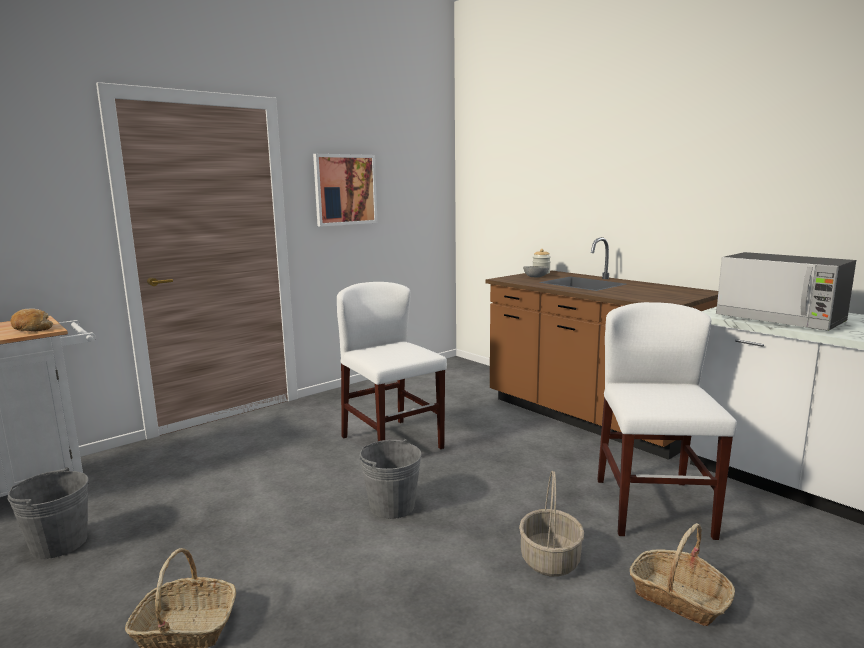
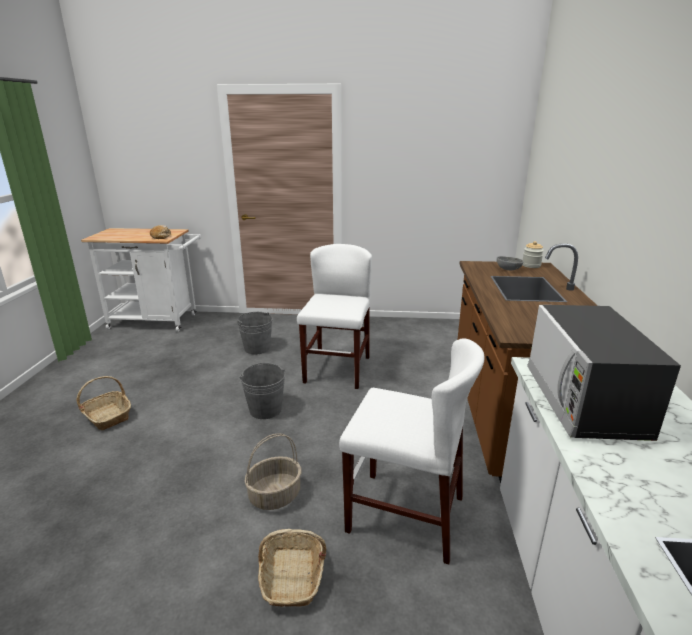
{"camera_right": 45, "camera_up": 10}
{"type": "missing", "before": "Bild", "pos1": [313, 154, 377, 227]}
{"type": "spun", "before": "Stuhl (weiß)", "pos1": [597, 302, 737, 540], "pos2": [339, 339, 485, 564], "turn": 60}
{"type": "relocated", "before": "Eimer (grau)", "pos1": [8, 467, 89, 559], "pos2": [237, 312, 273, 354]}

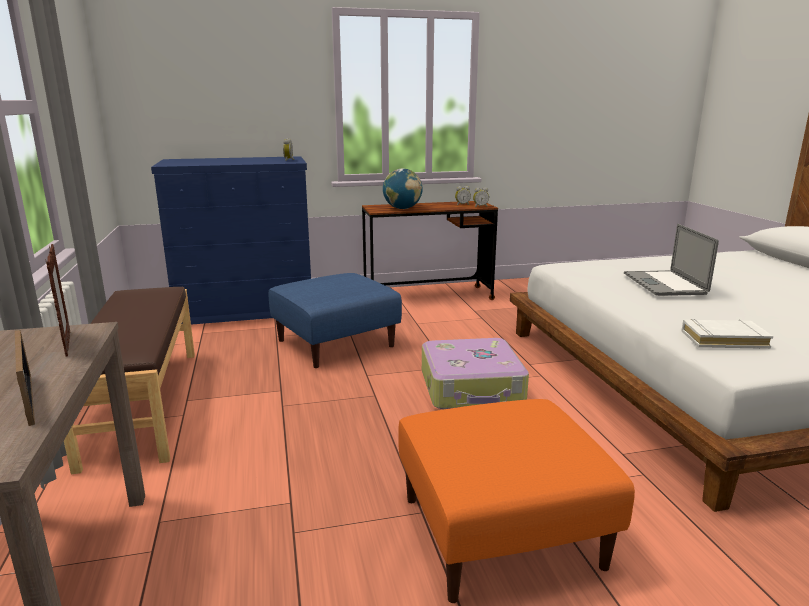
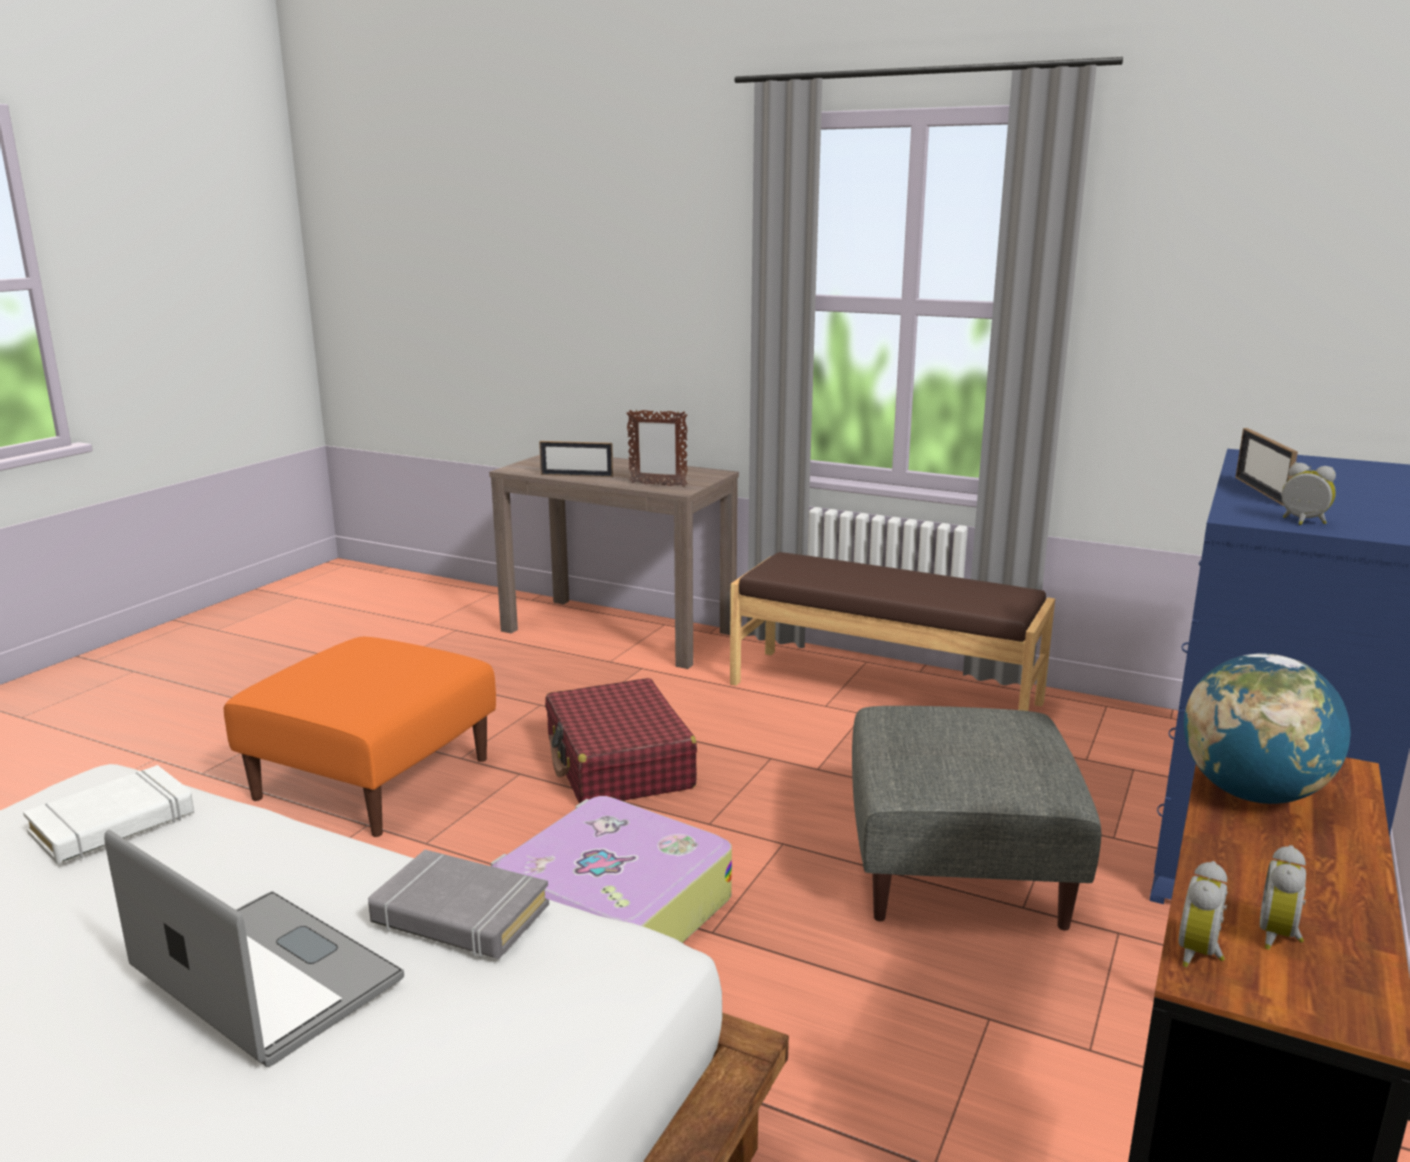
{"camera_right": 130, "camera_up": 0}
{"type": "colour", "before": "Polsterhocker (blau)", "after": "Polsterhocker (grau)", "pos1": [269, 273, 402, 368], "pos2": [852, 706, 1101, 931]}
{"type": "appeared", "after": "Bilderrahmen", "pos2": [1235, 428, 1298, 506]}
{"type": "appeared", "after": "Koffer (rot)", "pos2": [545, 678, 697, 804]}
{"type": "appeared", "after": "Buch (grau)", "pos2": [368, 850, 549, 959]}

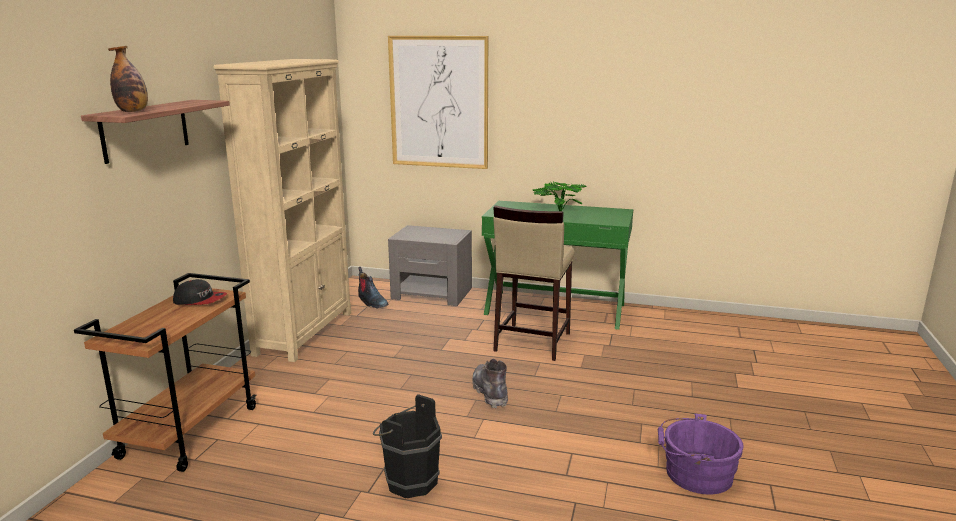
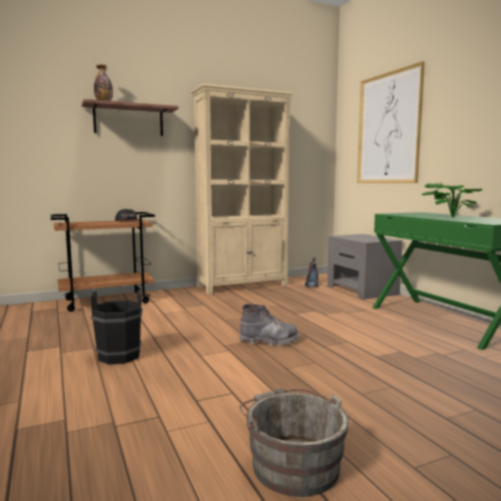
{"camera_right": 50, "camera_up": -10}
{"type": "missing", "before": "Hocker (beige)", "pos1": [493, 205, 575, 361]}
{"type": "spun", "before": "Stiefel (grau)", "pos1": [472, 359, 508, 408], "pos2": [239, 304, 299, 347], "turn": 60}
{"type": "colour", "before": "Eimer (lila)", "after": "Eimer (grau)", "pos1": [658, 414, 744, 494], "pos2": [239, 388, 349, 497]}

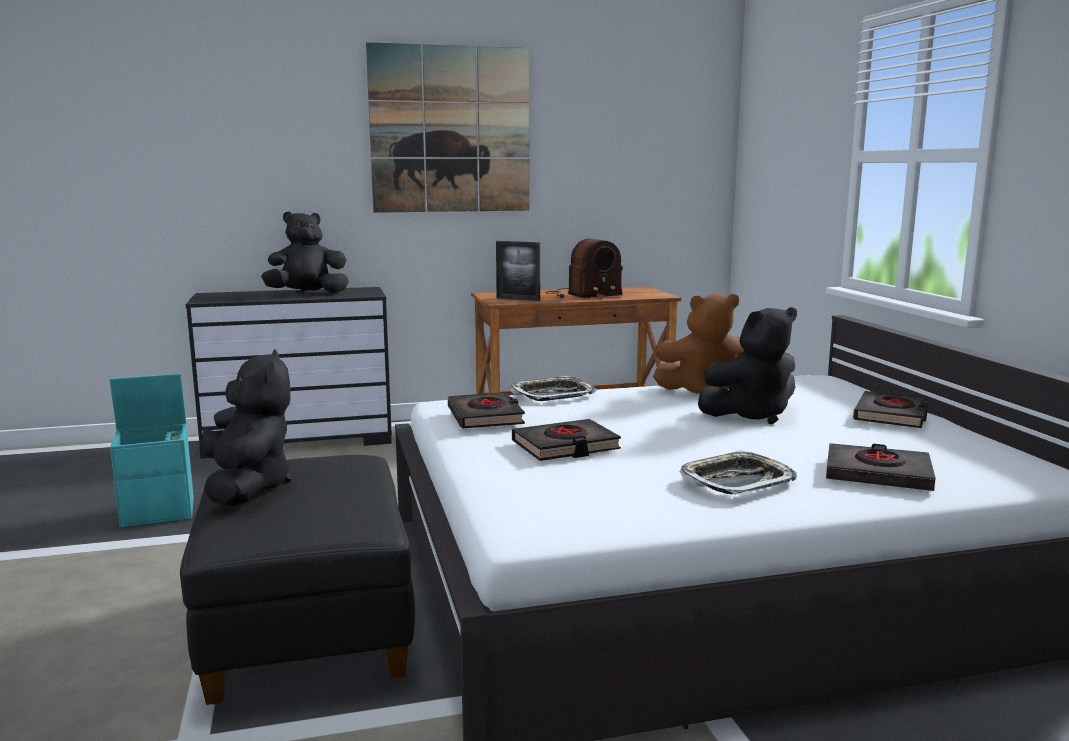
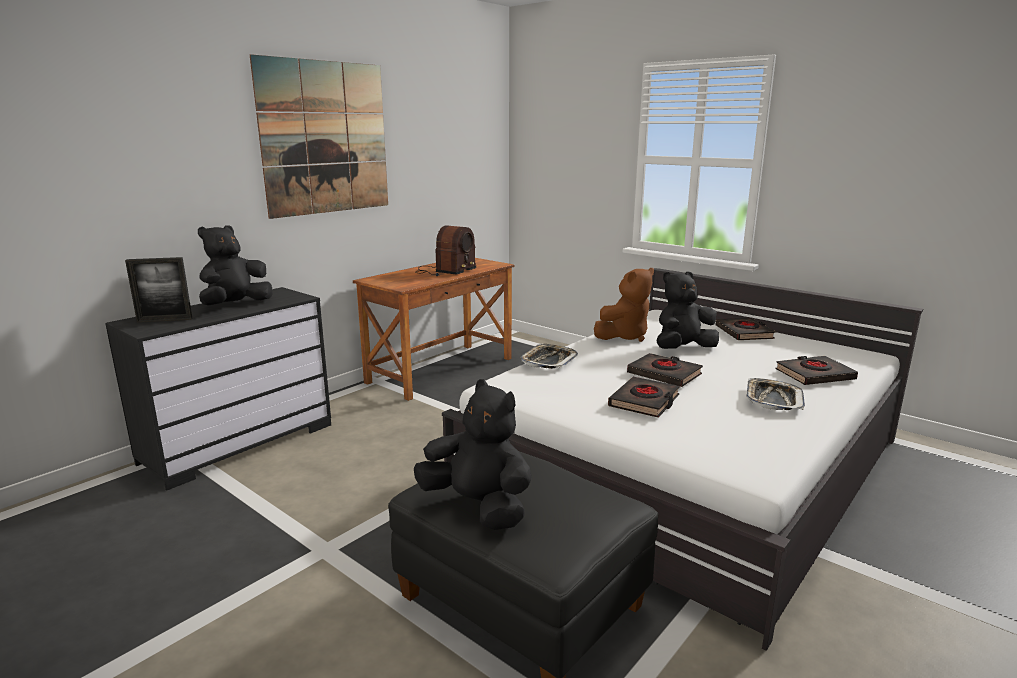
{"camera_right": -35, "camera_up": 5}
{"type": "relocated", "before": "Bilderrahmen", "pos1": [496, 241, 540, 301], "pos2": [125, 257, 192, 323]}
{"type": "spun", "before": "Plüschtier (schwarz)", "pos1": [698, 307, 797, 424], "pos2": [656, 271, 719, 349], "turn": -150}
{"type": "missing", "before": "Aufbewahrungsbox (türkis)", "pos1": [109, 373, 194, 528]}
{"type": "relocated", "before": "Buch (schwarz)", "pos1": [448, 392, 525, 428], "pos2": [627, 353, 703, 387]}

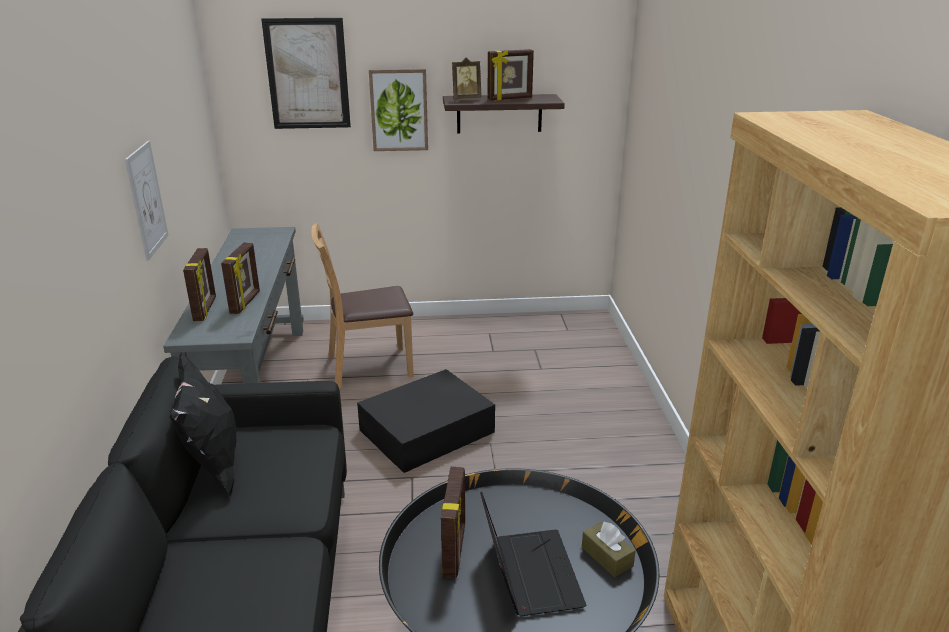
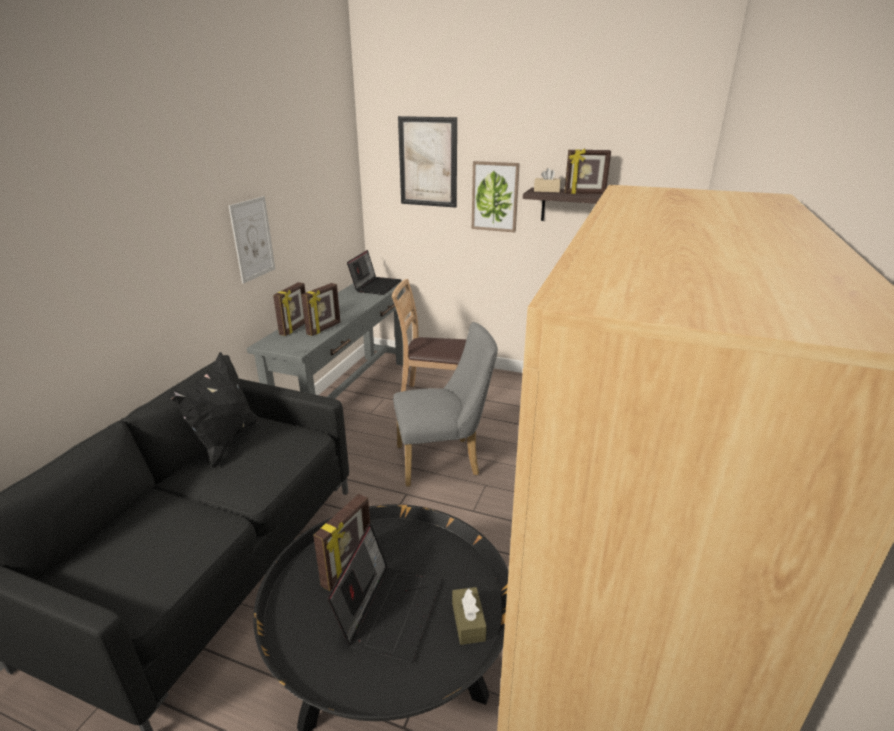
{"camera_right": 25, "camera_up": 0}
{"type": "exchanged", "before": "Bilderrahmen", "after": "Taschentuchbox (beige)", "pos1": [452, 58, 481, 99], "pos2": [534, 168, 561, 192]}
{"type": "exchanged", "before": "Aufbewahrungsbox (schwarz)", "after": "Stuhl (grau)", "pos1": [357, 369, 495, 473], "pos2": [393, 322, 498, 487]}
{"type": "appeared", "after": "Laptop", "pos2": [347, 250, 401, 295]}

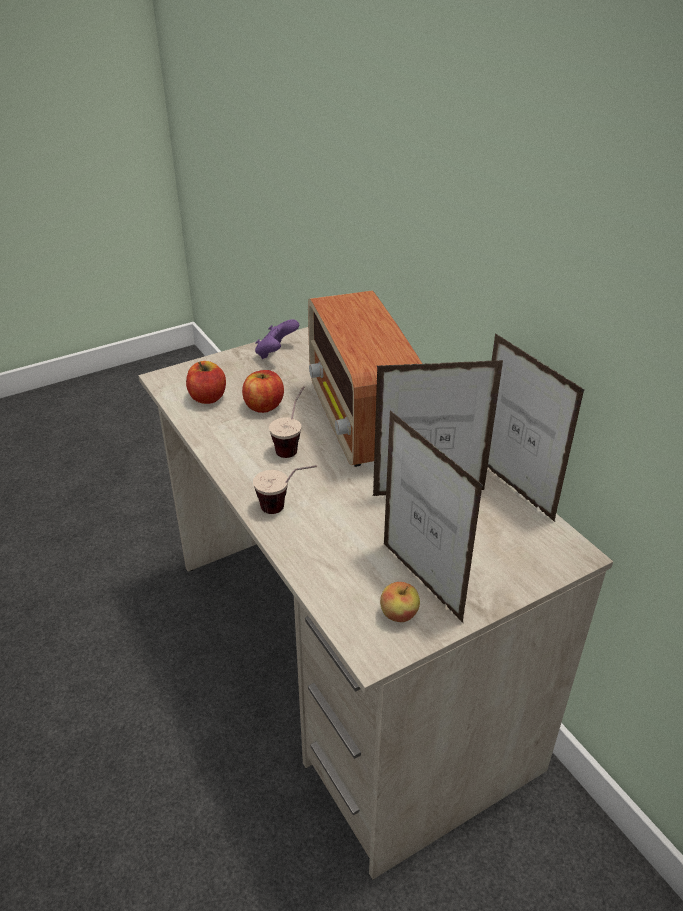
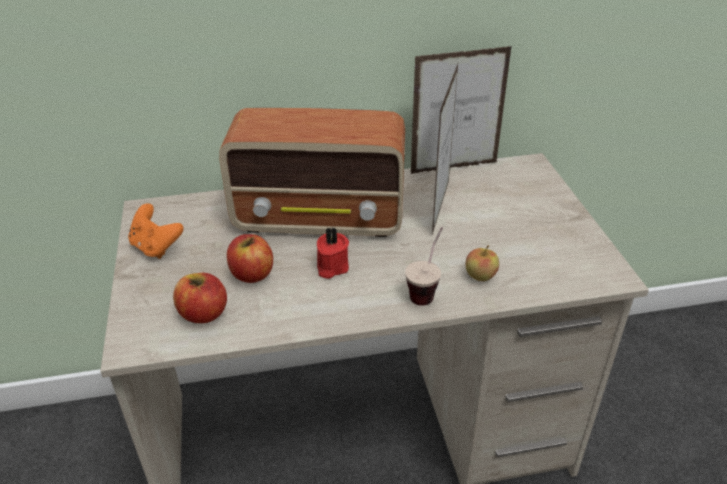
{"camera_right": -70, "camera_up": 0}
{"type": "colour", "before": "Gamepad (lila)", "after": "Gamepad (orange)", "pos1": [255, 319, 299, 359], "pos2": [128, 203, 184, 259]}
{"type": "exchanged", "before": "Tasse", "after": "Kerze (rot)", "pos1": [269, 386, 304, 458], "pos2": [317, 227, 349, 279]}
{"type": "missing", "before": "Bilderrahmen", "pos1": [384, 410, 483, 623]}
{"type": "relocated", "before": "Apfel", "pos1": [380, 582, 420, 622], "pos2": [466, 245, 499, 281]}

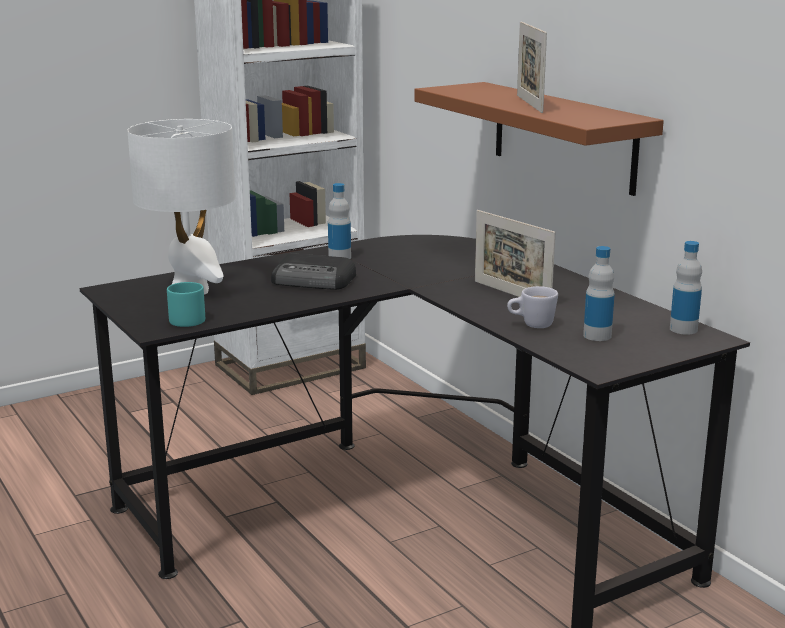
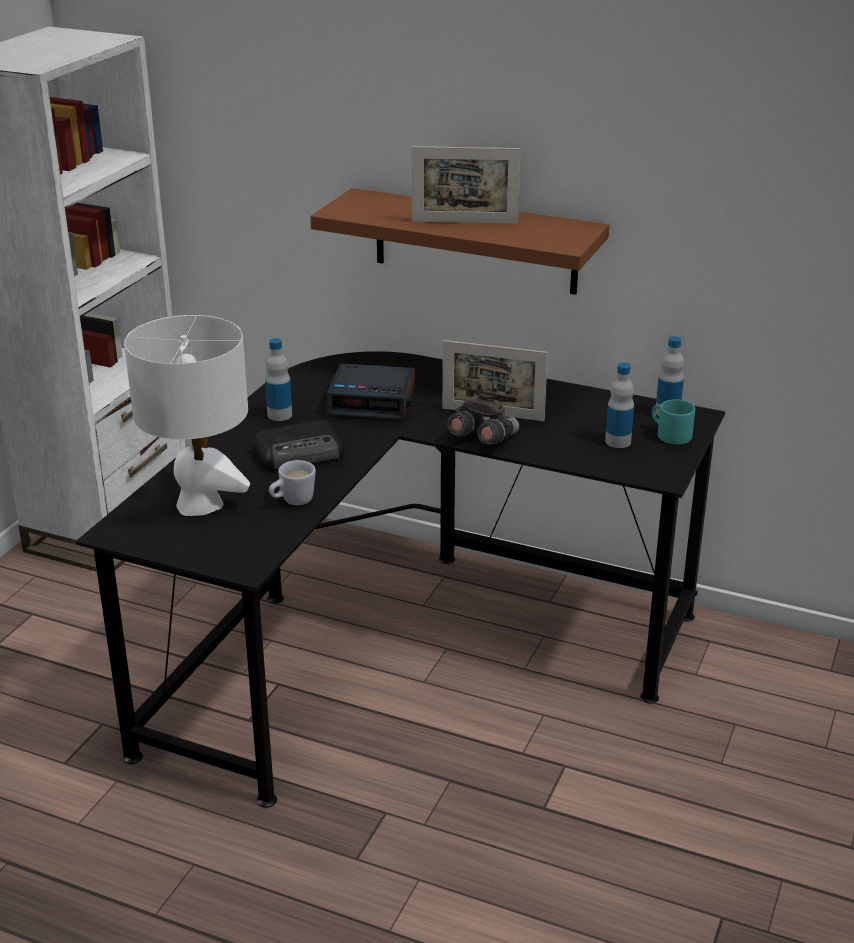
{"camera_right": -35, "camera_up": 10}
{"type": "spun", "before": "Bilderrahmen", "pos1": [517, 21, 547, 113], "pos2": [411, 146, 521, 224], "turn": -45}
{"type": "relocated", "before": "Henkelbecher (türkis)", "pos1": [167, 282, 205, 327], "pos2": [652, 399, 695, 445]}
{"type": "relocated", "before": "Henkelbecher (weiß)", "pos1": [507, 286, 558, 328], "pos2": [269, 460, 316, 505]}
{"type": "appeared", "after": "Wecker", "pos2": [327, 363, 415, 422]}
{"type": "appeared", "after": "Fernglas (grau)", "pos2": [447, 393, 519, 445]}

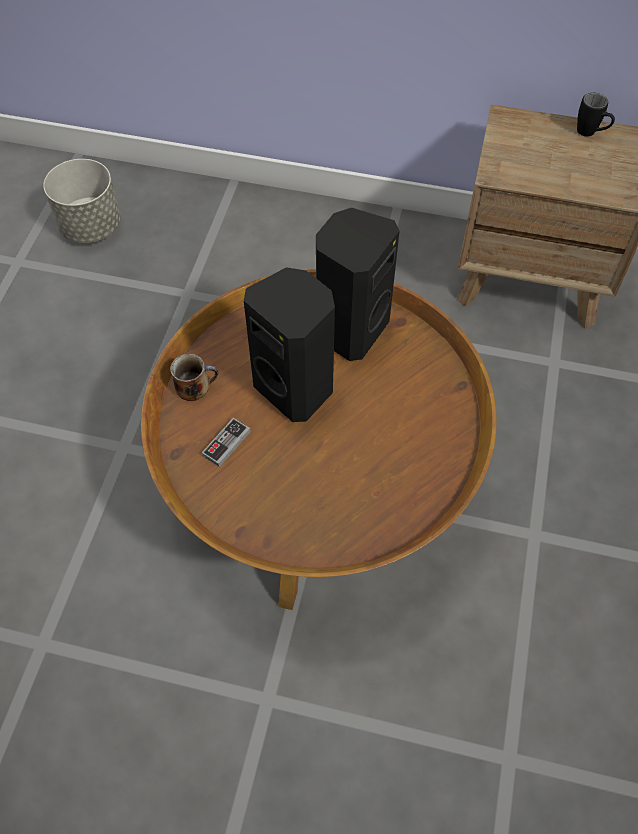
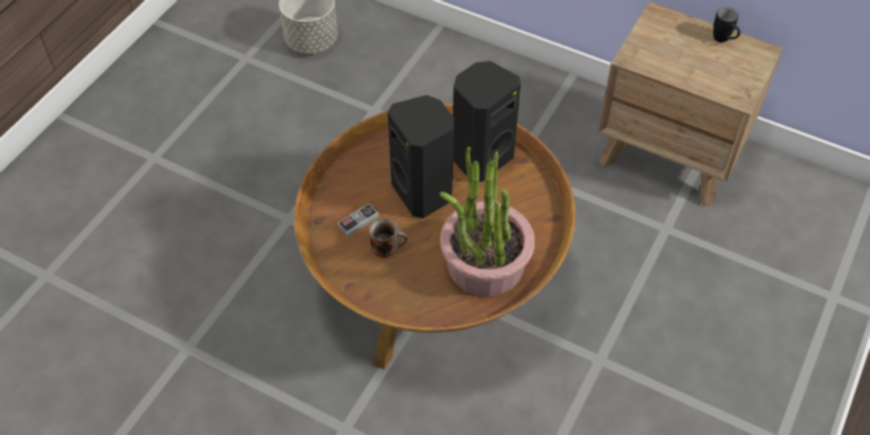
{"camera_right": 15, "camera_up": -5}
{"type": "relocated", "before": "Henkelbecher", "pos1": [170, 354, 219, 401], "pos2": [369, 218, 408, 258]}
{"type": "appeared", "after": "Topfpflanze", "pos2": [440, 147, 535, 297]}

